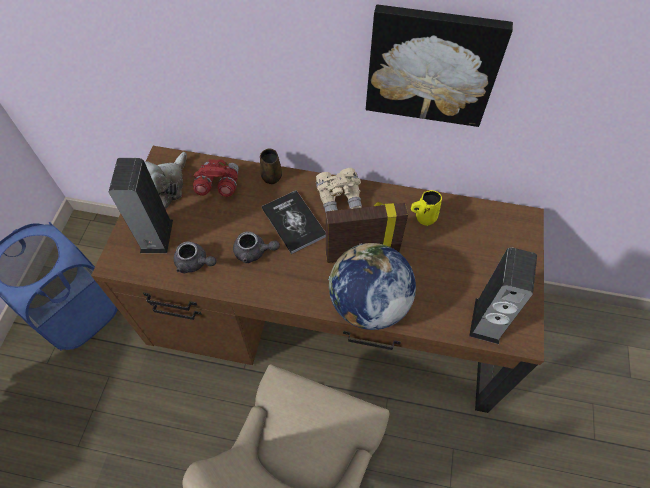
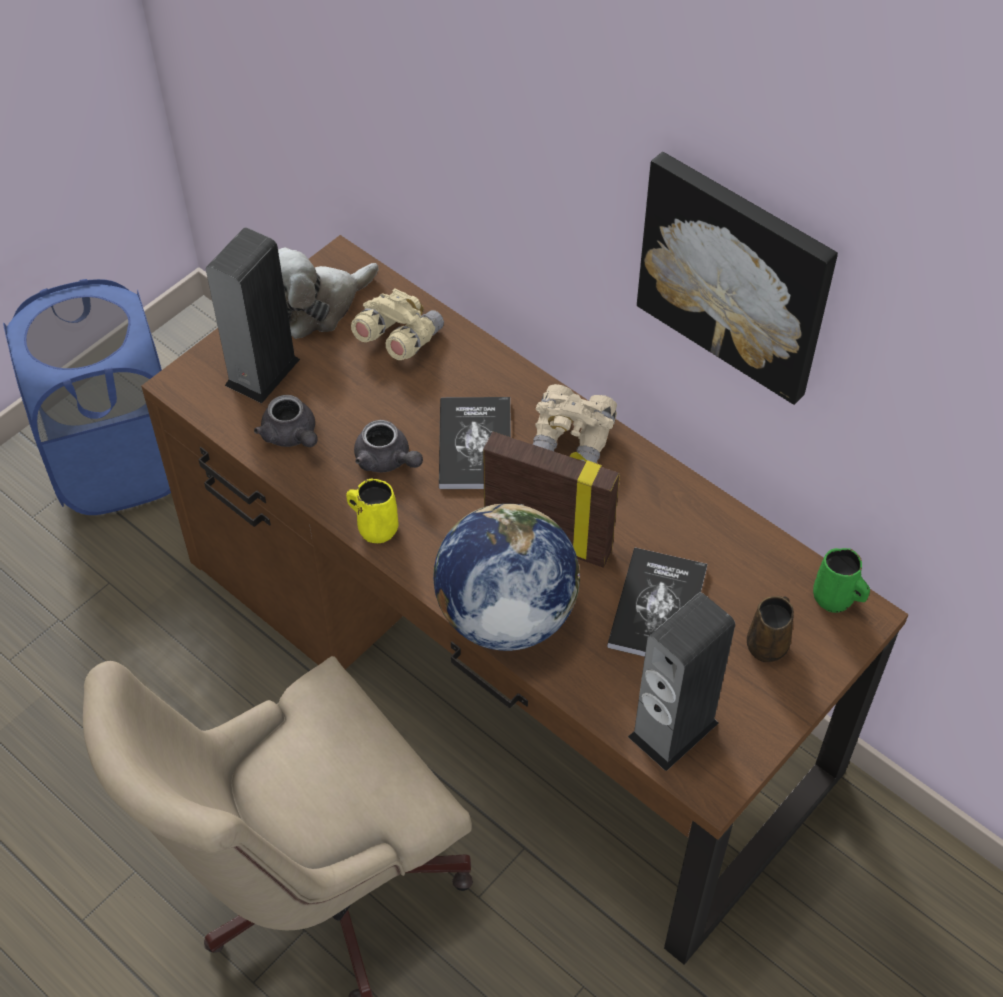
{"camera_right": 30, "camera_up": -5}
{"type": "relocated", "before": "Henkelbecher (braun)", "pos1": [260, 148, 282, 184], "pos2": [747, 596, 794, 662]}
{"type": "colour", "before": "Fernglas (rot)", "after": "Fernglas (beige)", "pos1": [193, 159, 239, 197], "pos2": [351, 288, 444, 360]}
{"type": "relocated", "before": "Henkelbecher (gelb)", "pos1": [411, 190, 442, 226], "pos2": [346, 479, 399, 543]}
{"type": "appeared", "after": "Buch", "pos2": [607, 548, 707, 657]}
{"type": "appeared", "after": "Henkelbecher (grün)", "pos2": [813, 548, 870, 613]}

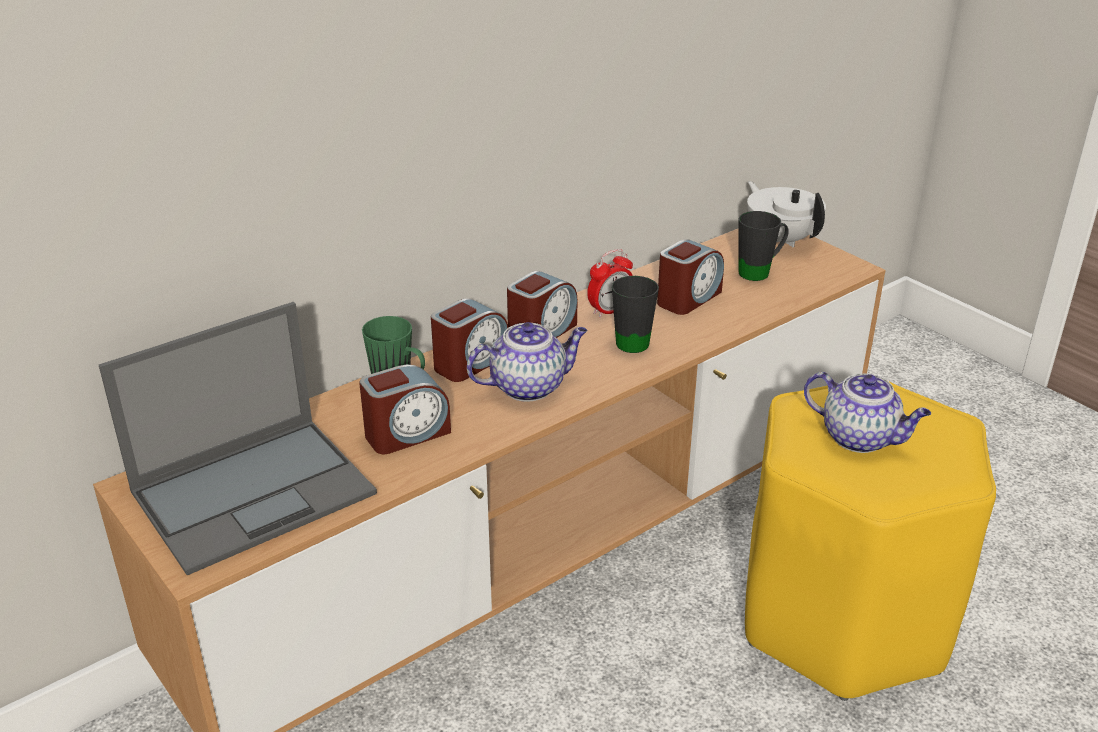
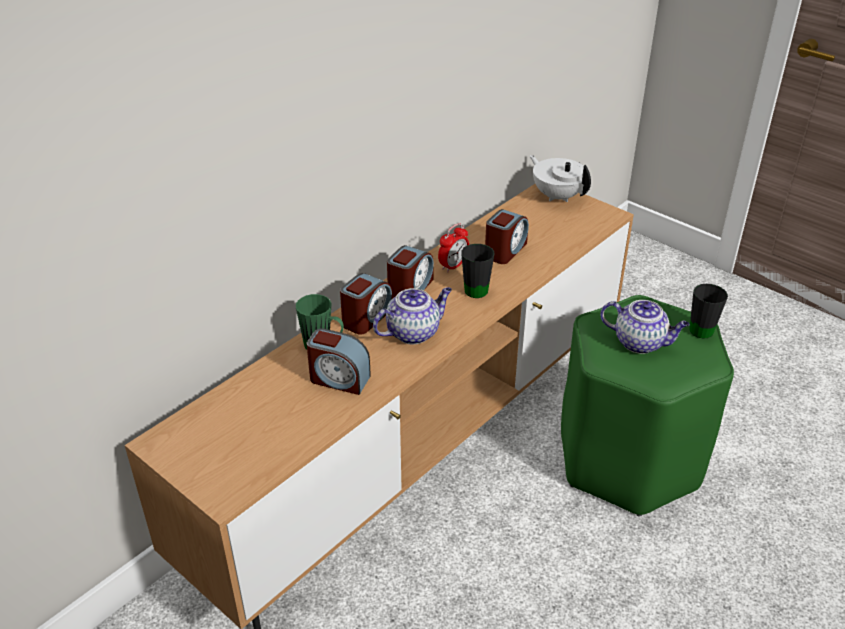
{"camera_right": -10, "camera_up": 5}
{"type": "relocated", "before": "Henkelbecher (schwarz)", "pos1": [739, 211, 789, 281], "pos2": [689, 284, 728, 339]}
{"type": "missing", "before": "Laptop", "pos1": [99, 302, 377, 575]}
{"type": "spun", "before": "Wecker", "pos1": [359, 364, 451, 454], "pos2": [307, 328, 371, 395], "turn": 60}
{"type": "colour", "before": "Hocker (gelb)", "after": "Hocker (grün)", "pos1": [745, 381, 996, 701], "pos2": [561, 295, 734, 517]}

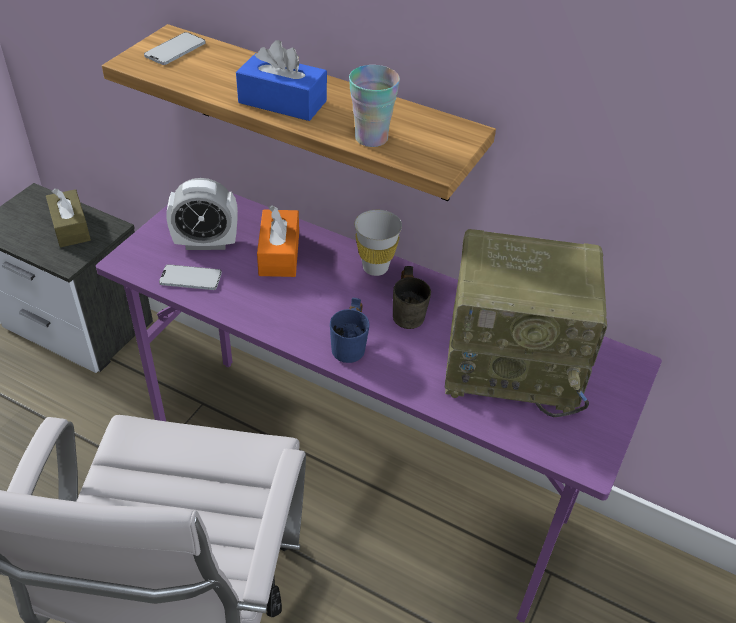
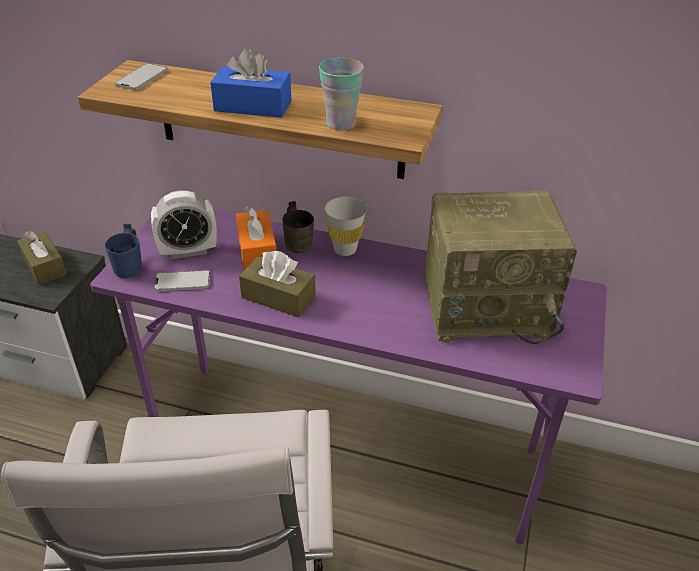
{"camera_right": -10, "camera_up": -5}
{"type": "relocated", "before": "Henkelbecher (grau)", "pos1": [393, 266, 431, 329], "pos2": [282, 201, 314, 253]}
{"type": "relocated", "before": "Henkelbecher (blau)", "pos1": [330, 298, 369, 363], "pos2": [105, 223, 142, 278]}
{"type": "appeared", "after": "Taschentuchbox (braun)", "pos2": [239, 250, 316, 318]}

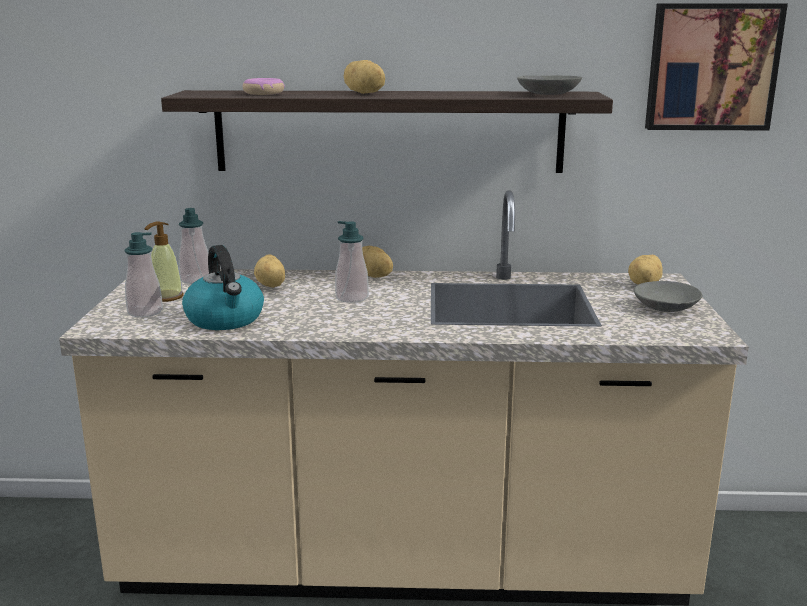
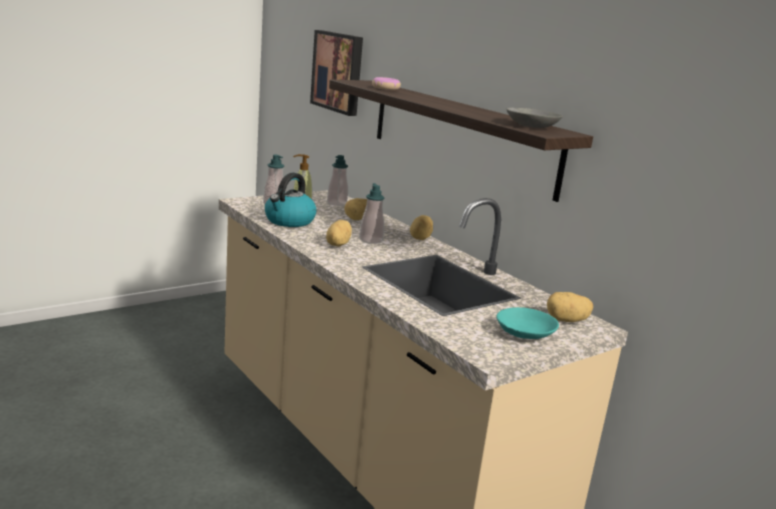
{"camera_right": 50, "camera_up": 0}
{"type": "relocated", "before": "Bild", "pos1": [645, 3, 788, 130], "pos2": [310, 30, 363, 116]}
{"type": "relocated", "before": "Kartoffel", "pos1": [344, 60, 385, 94], "pos2": [326, 220, 352, 247]}
{"type": "colour", "before": "Schüssel (grau)", "after": "Schüssel (türkis)", "pos1": [634, 281, 702, 312], "pos2": [496, 307, 559, 339]}

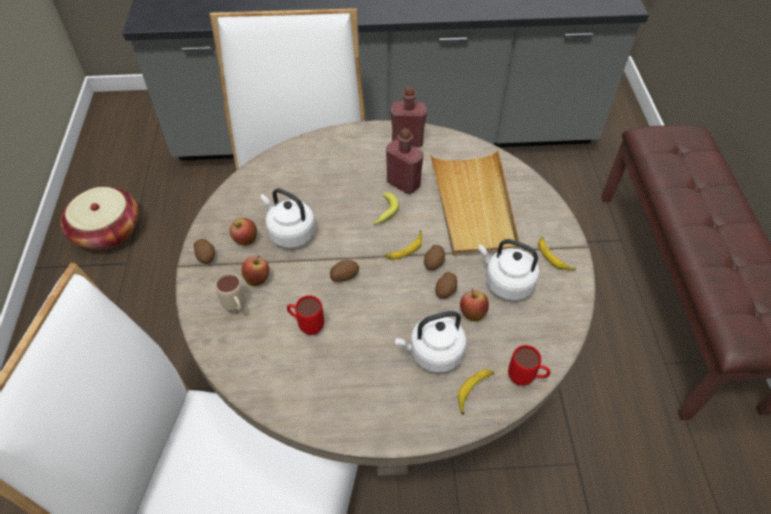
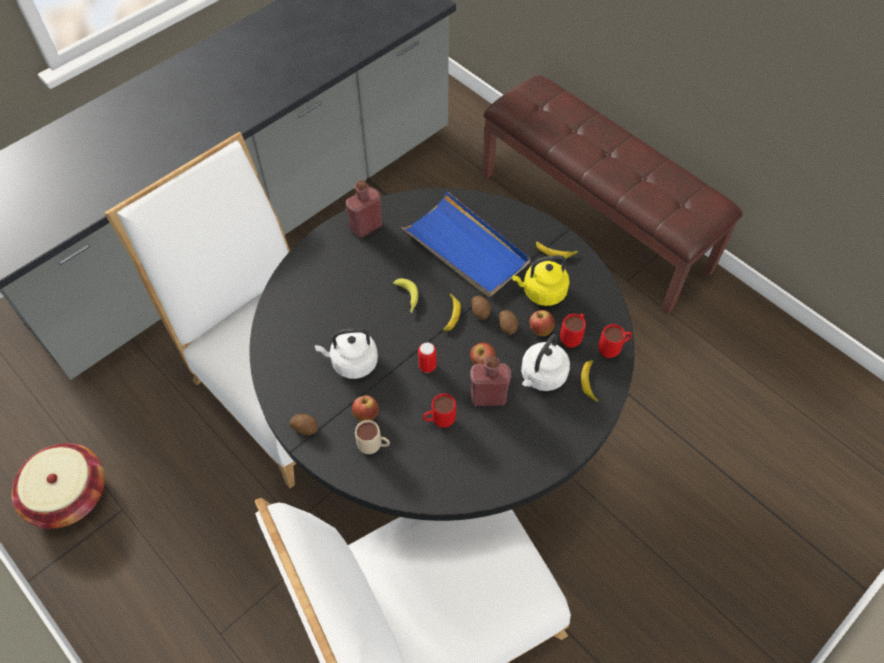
{"camera_right": -40, "camera_up": 5}
{"type": "colour", "before": "Esstisch (beige)", "after": "Esstisch (schwarz)", "pos1": [176, 120, 595, 478], "pos2": [249, 188, 635, 521]}
{"type": "relocated", "before": "Flasche (rot)", "pos1": [386, 128, 424, 194], "pos2": [470, 356, 511, 406]}
{"type": "colour", "before": "Tablett (beige)", "after": "Tablett (blau)", "pos1": [430, 150, 520, 256], "pos2": [401, 191, 530, 297]}
{"type": "relocated", "before": "Apfel", "pos1": [230, 218, 257, 246], "pos2": [470, 343, 495, 364]}
{"type": "colour", "before": "Wasserkessel (weiß)", "after": "Wasserkessel (gelb)", "pos1": [478, 239, 539, 301], "pos2": [512, 255, 570, 306]}
{"type": "exchanged", "before": "Kartoffel", "after": "Dose", "pos1": [330, 260, 359, 282], "pos2": [418, 342, 436, 373]}
{"type": "appeared", "after": "Henkelbecher (rot)", "pos2": [560, 314, 586, 348]}

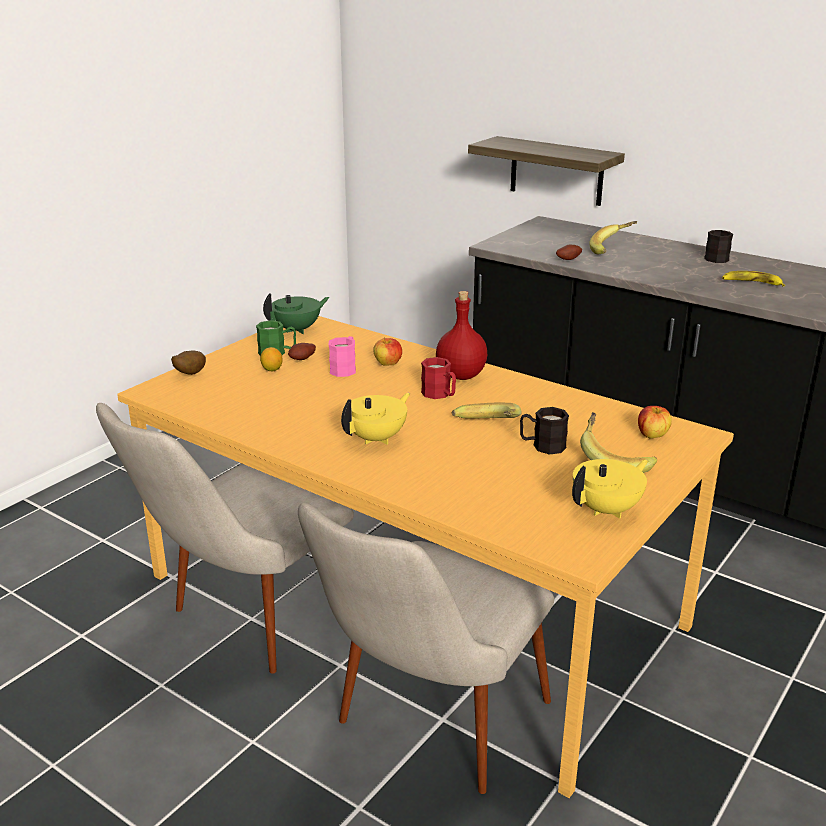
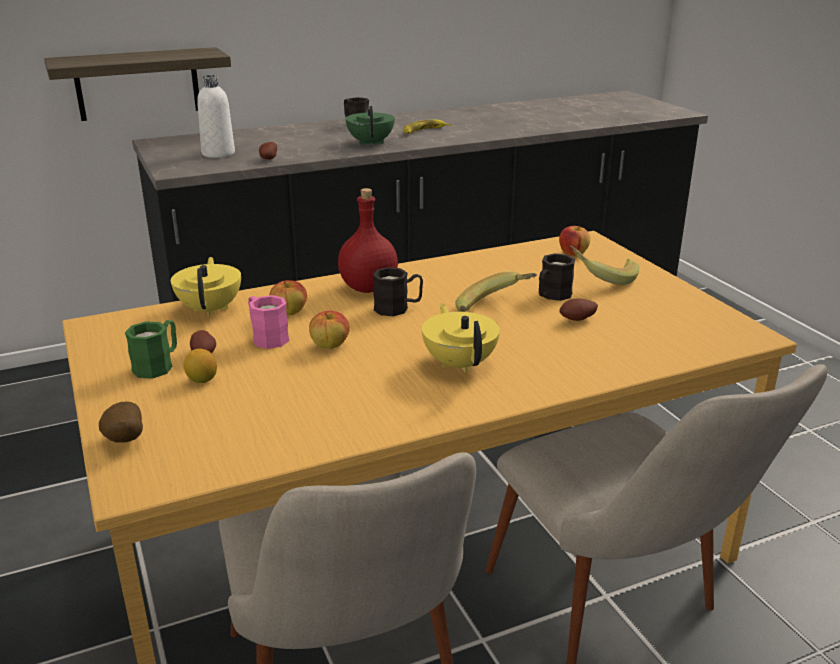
{"camera_right": -60, "camera_up": 0}
{"type": "missing", "before": "Banane", "pos1": [589, 221, 637, 254]}
{"type": "relocated", "before": "Teekanne (grün)", "pos1": [263, 293, 329, 334], "pos2": [345, 106, 395, 147]}
{"type": "colour", "before": "Henkelbecher (rot)", "after": "Henkelbecher (schwarz)", "pos1": [421, 357, 456, 399], "pos2": [373, 267, 423, 316]}
{"type": "relocated", "before": "Teekanne (gelb)", "pos1": [572, 459, 648, 519], "pos2": [171, 257, 241, 317]}
{"type": "appeared", "after": "Flasche (weiß)", "pos2": [197, 75, 235, 158]}
{"type": "appeared", "after": "Kartoffel", "pos2": [559, 298, 598, 321]}
{"type": "appeared", "after": "Apfel", "pos2": [309, 311, 350, 349]}

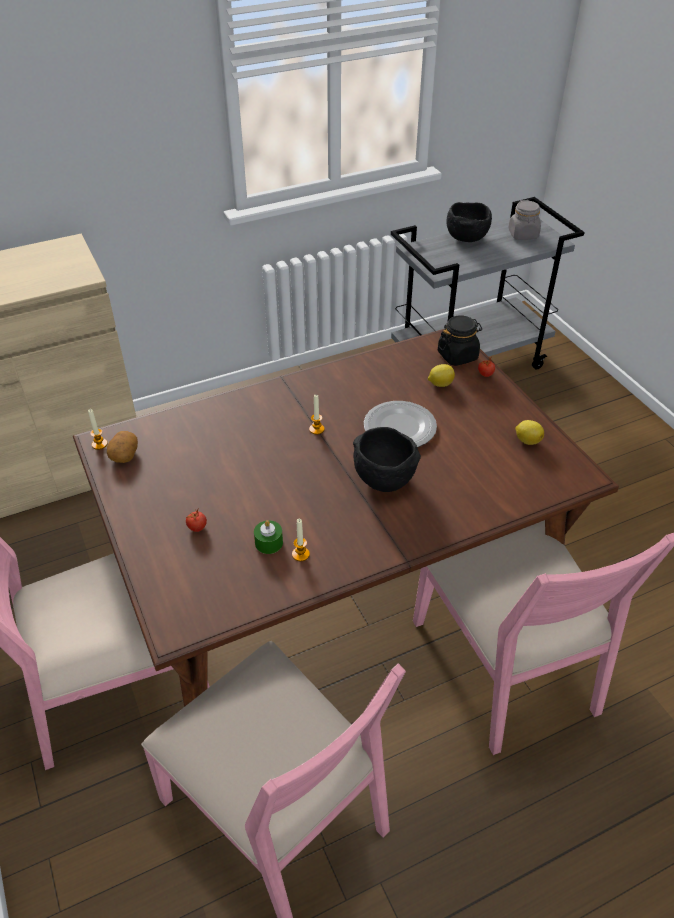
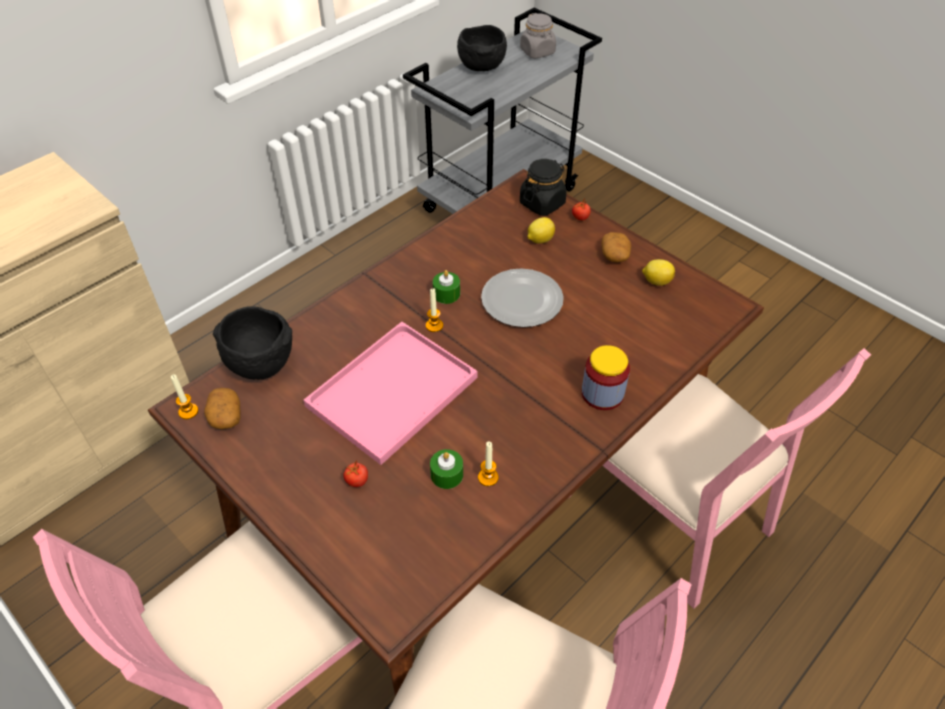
{"camera_right": -20, "camera_up": 5}
{"type": "relocated", "before": "Schüssel (schwarz)", "pos1": [353, 427, 421, 492], "pos2": [213, 306, 292, 380]}
{"type": "appeared", "after": "Kartoffel", "pos2": [601, 232, 631, 262]}
{"type": "appeared", "after": "Kerze (grün)", "pos2": [433, 270, 460, 304]}
{"type": "appeared", "after": "Tablett (rosa)", "pos2": [303, 322, 478, 465]}
{"type": "appeared", "after": "Vorratsglas", "pos2": [582, 345, 630, 410]}

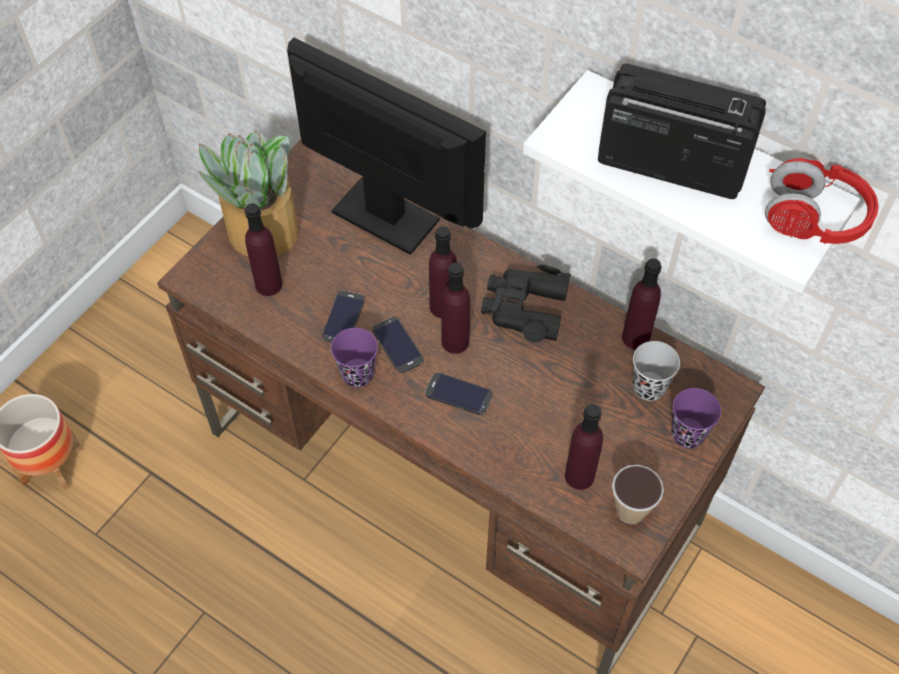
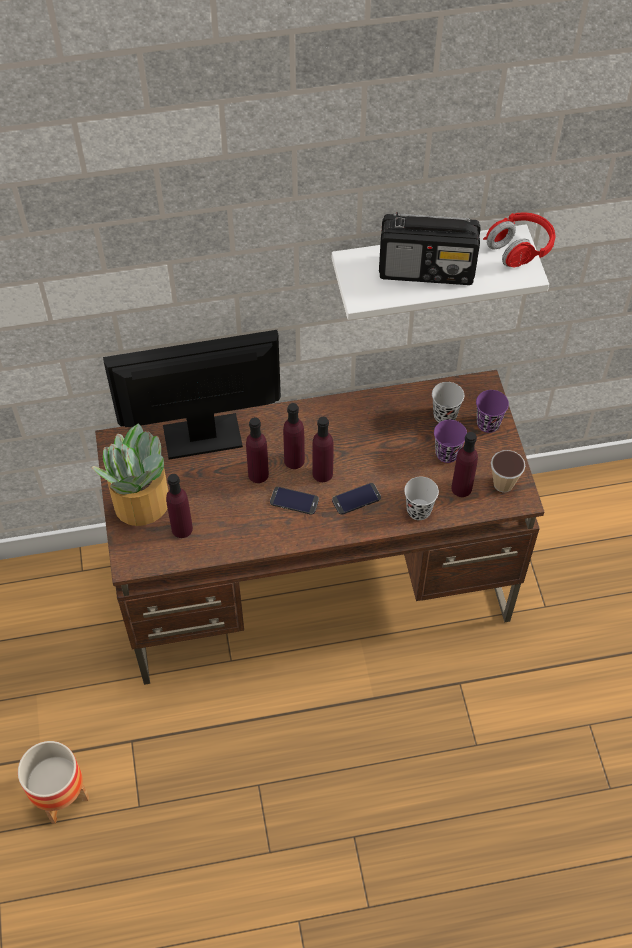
{"camera_right": -45, "camera_up": 0}
{"type": "spun", "before": "Radio", "pos1": [598, 64, 766, 199], "pos2": [379, 212, 480, 285], "turn": -150}
{"type": "relocated", "before": "Flasche (lila)", "pos1": [622, 258, 661, 350], "pos2": [246, 417, 269, 483]}
{"type": "missing", "before": "Fernglas (schwarz)", "pos1": [481, 265, 571, 343]}
{"type": "missing", "before": "Handy", "pos1": [322, 290, 365, 343]}
{"type": "relocated", "before": "Tasse (lila)", "pos1": [331, 328, 378, 387], "pos2": [434, 420, 467, 463]}
{"type": "appeared", "after": "Tasse (schwarz)", "pos2": [404, 477, 439, 520]}

